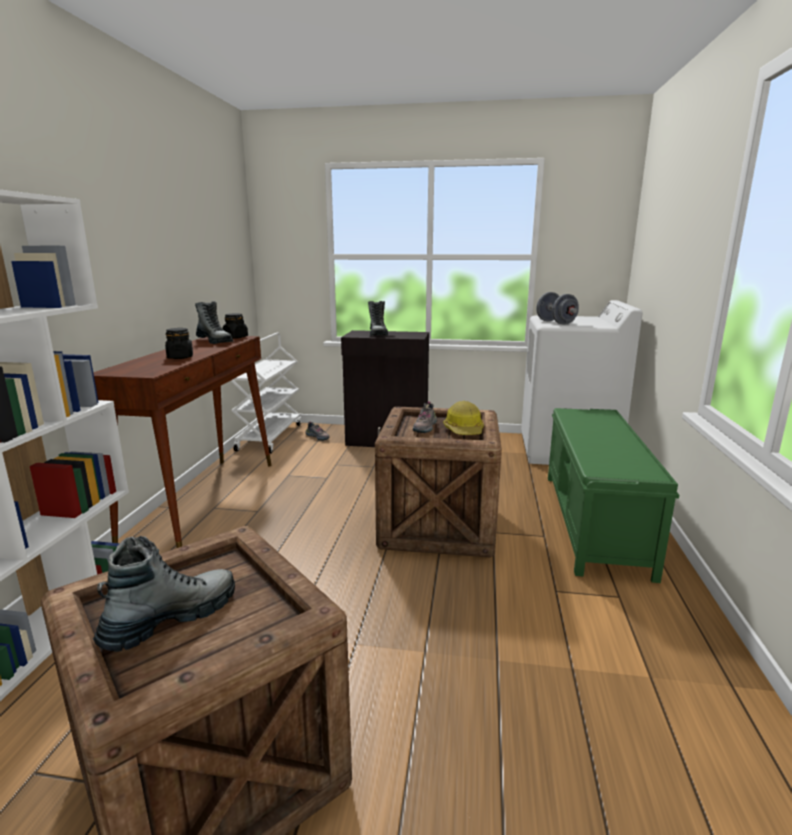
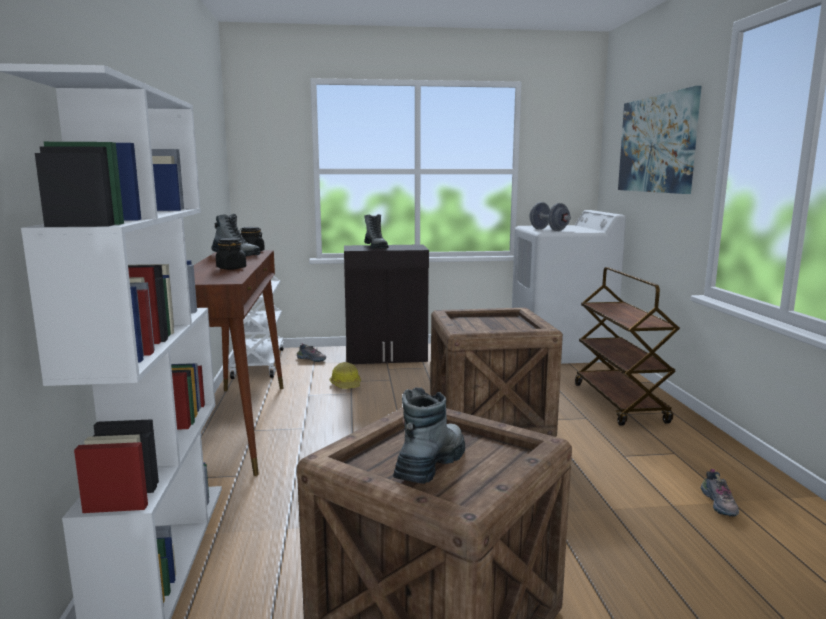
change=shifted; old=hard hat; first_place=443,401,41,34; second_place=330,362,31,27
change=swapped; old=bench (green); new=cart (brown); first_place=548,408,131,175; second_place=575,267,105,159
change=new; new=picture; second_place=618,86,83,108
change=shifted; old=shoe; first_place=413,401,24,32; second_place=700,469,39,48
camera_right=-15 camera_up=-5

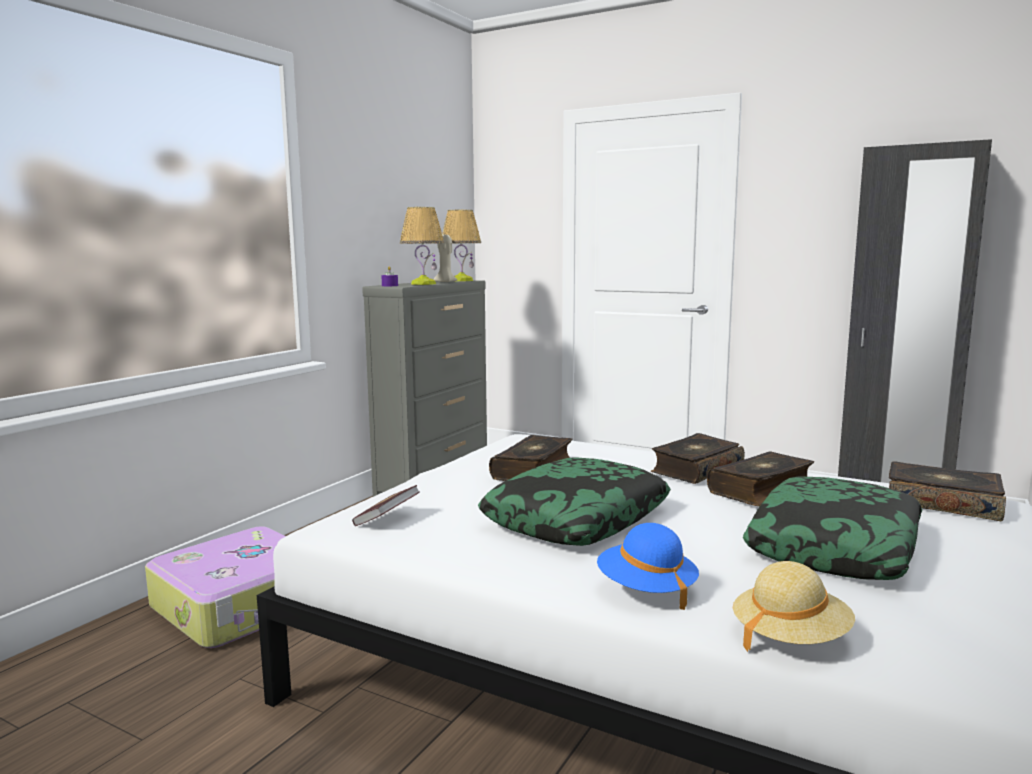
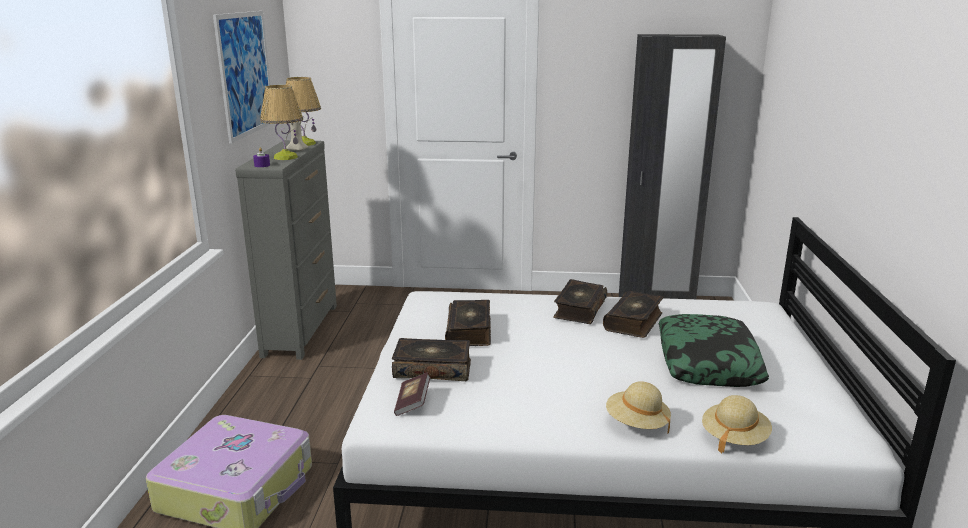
change=new; new=picture; second_place=213,11,57,133
change=shifted; old=book; first_place=889,461,117,60; second_place=392,338,79,43
change=repainted; old=hat (blue); new=hat (beige); first_place=597,523,102,87; second_place=606,381,65,53
change=gone; old=pillow; first_place=478,457,193,89
camera_right=-25 camera_up=10

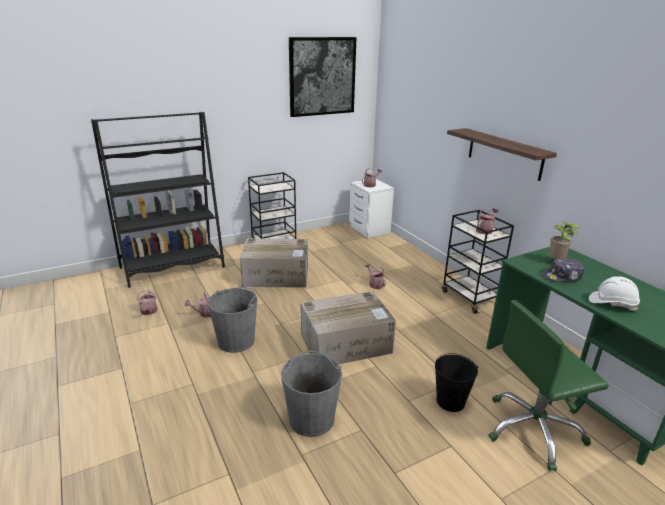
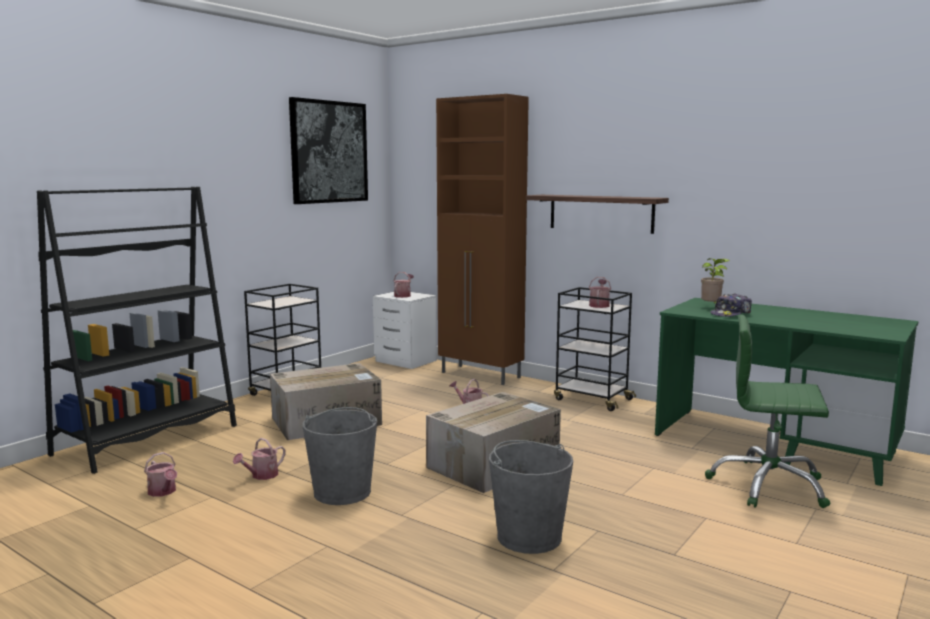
change=new; new=cabinet (brown); second_place=436,94,93,291
change=rotated; old=office chair (green); first_place=489,300,120,171; second_place=705,314,125,194; degrees=60
change=gone; old=bucket (black); first_place=435,353,43,59
change=gone; old=hard hat (white); first_place=589,276,51,35
camera_right=-25 camera_up=-15

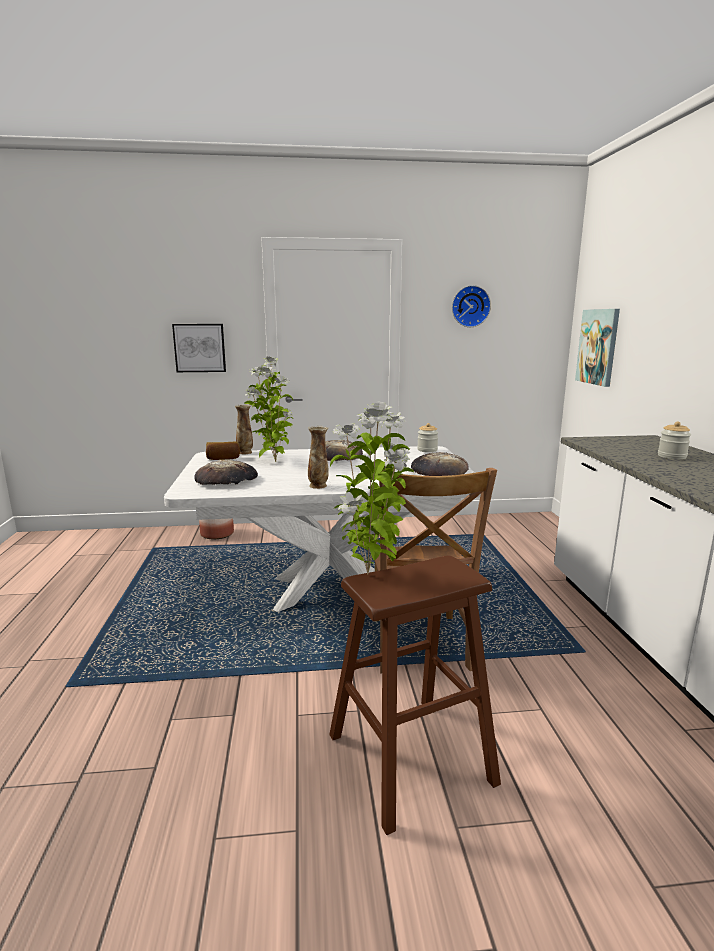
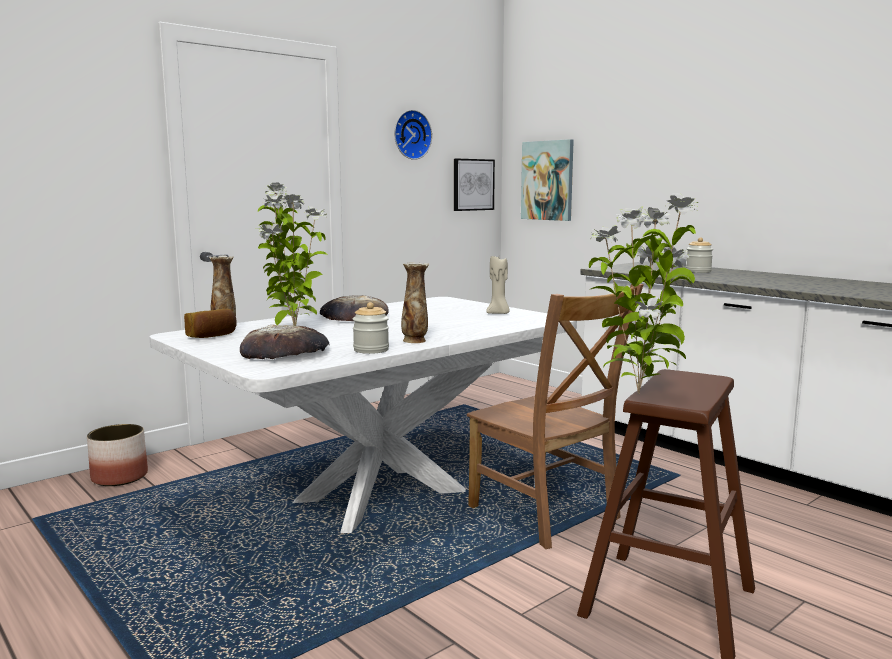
change=shifted; old=jar; first_place=417,423,21,29; second_place=353,302,36,52
change=shifted; old=picture; first_place=172,324,54,48; second_place=454,159,41,52
change=swapped; old=bread; new=candle (beige); first_place=411,452,58,24; second_place=486,256,24,58
camera_right=-35 camera_up=-5

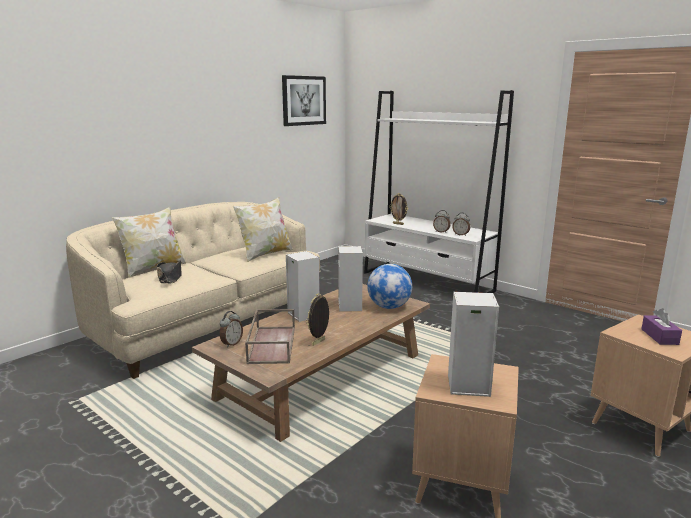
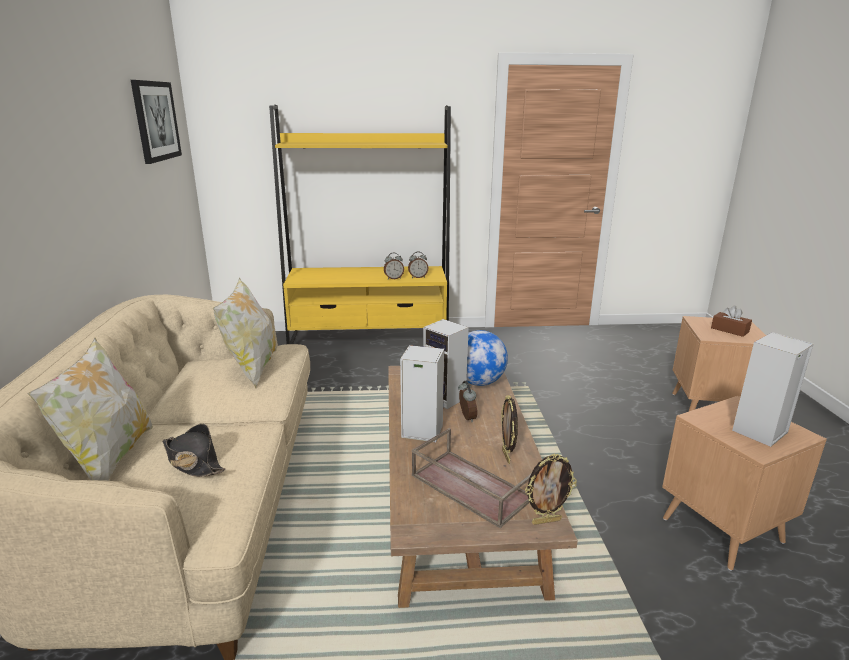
change=repainted; old=bookcase (white); new=bookcase (yellow); first_place=364,90,150,203; second_place=269,105,182,239
change=shifted; old=alarm clock; first_place=220,311,23,37; second_place=458,380,19,43
change=shifted; old=picture frame; first_place=389,193,19,32; second_place=525,453,52,72
change=repainted; old=tissue box (purple); new=tissue box (brown); first_place=641,308,41,37; second_place=711,306,41,31
camera_right=-45 camera_up=5

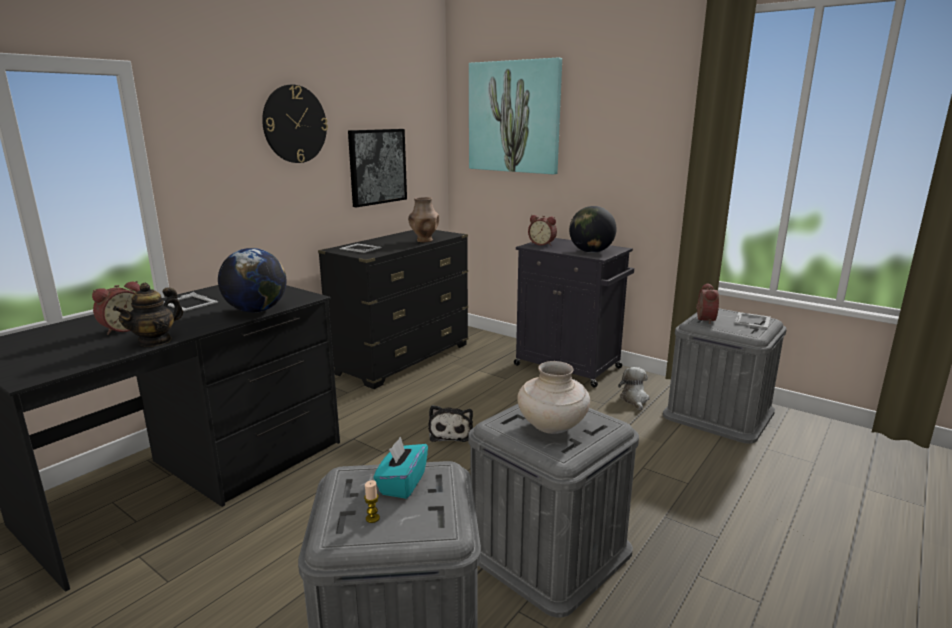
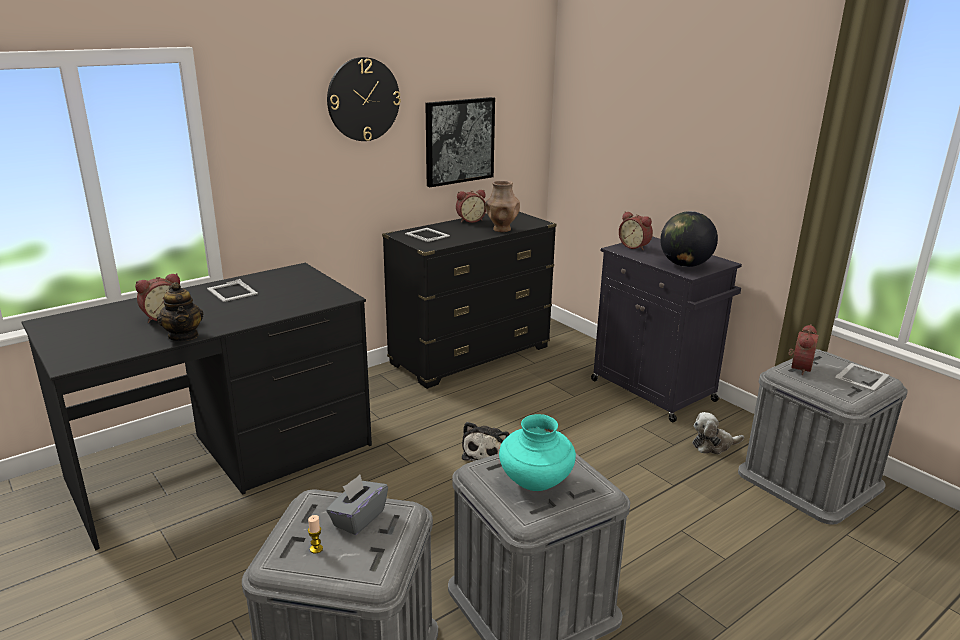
change=rotated; old=teapot; first_place=113,283,70,64; second_place=157,282,47,59; degrees=-75
change=repainted; old=tissue box (turquoise); new=tissue box (grey); first_place=374,436,54,63; second_place=326,475,62,60
change=new; new=alarm clock; second_place=456,190,30,33
change=repainted; old=vase (beige); new=vase (turquoise); first_place=517,361,73,73; second_place=499,414,77,77
change=rotated; old=plush toy; first_place=618,367,31,44; second_place=692,412,52,43; degrees=-120
change=gone; old=globe; first_place=218,248,69,65
change=gone; old=picture; first_place=469,58,93,117
camera_right=15 camera_up=5

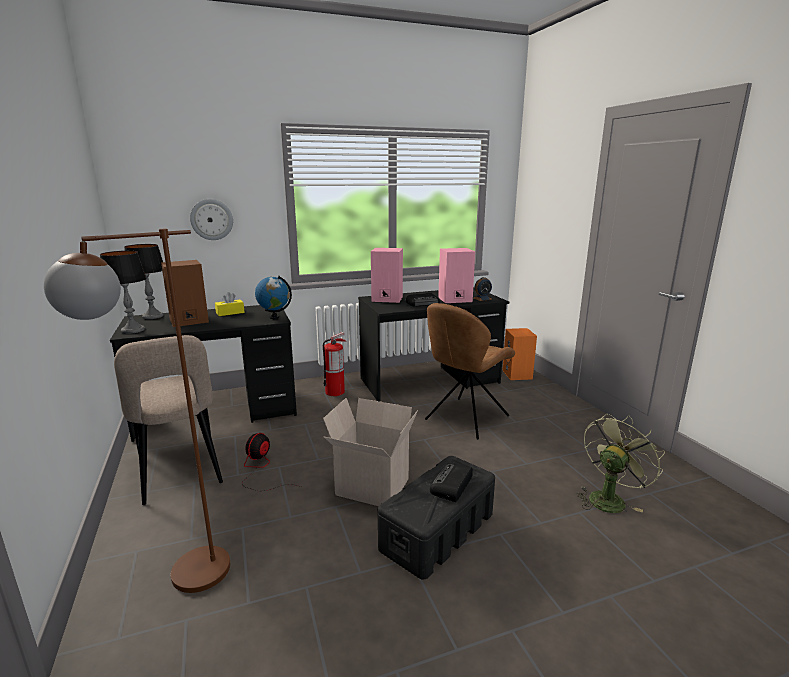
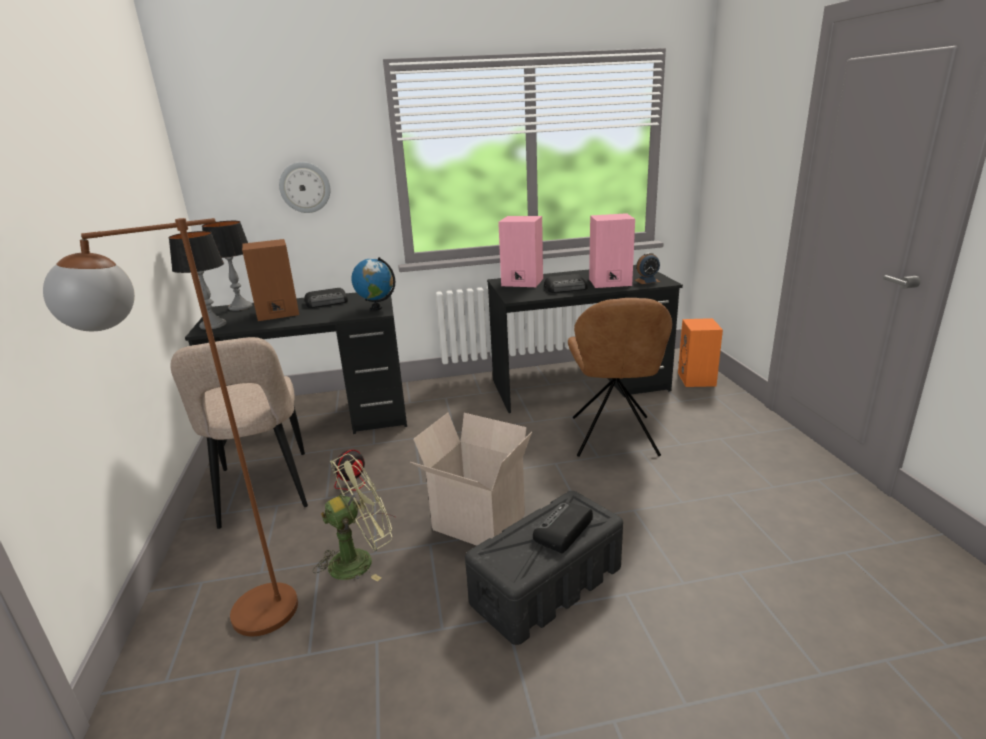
change=swapped; old=tissue box (yellow); new=radio; first_place=215,292,30,24; second_place=304,288,44,20
change=shifted; old=fan (green); first_place=576,414,89,99; second_place=313,454,79,128
change=rotated; old=chair (brown); first_place=425,303,90,137; second_place=568,298,104,159; degrees=-45
change=gone; old=fire extinguisher; first_place=323,332,23,64
camera_right=10 camera_up=5

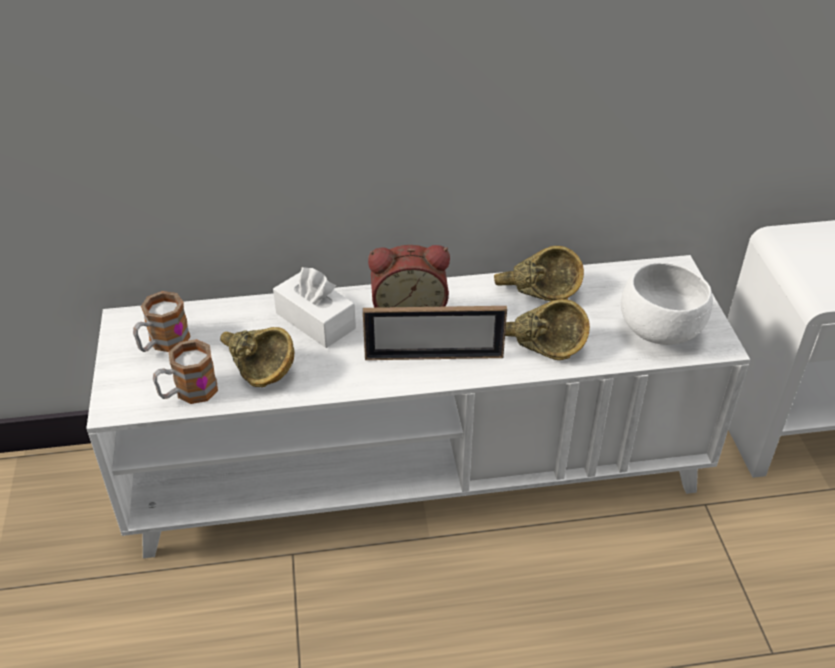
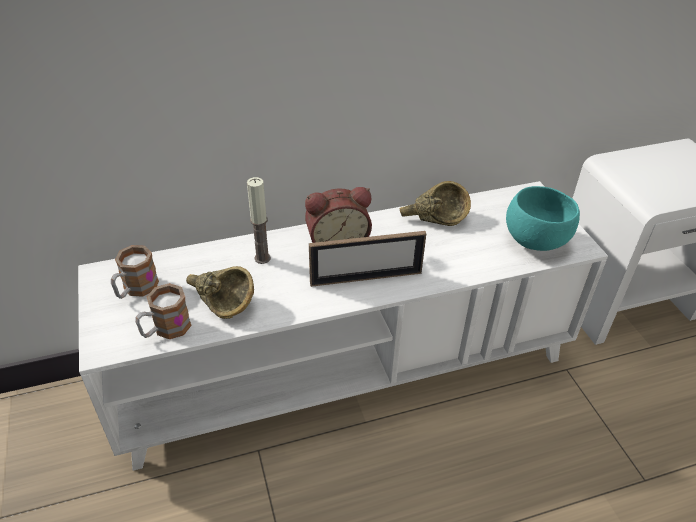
change=swapped; old=tissue box (white); new=candle; first_place=273,267,83,81; second_place=247,177,24,87
change=repainted; old=bowl (white); new=bowl (turquoise); first_place=621,262,92,83; second_place=506,186,74,65
change=gone; old=bowl (brown); first_place=505,299,85,61
camera_right=-10 camera_up=0

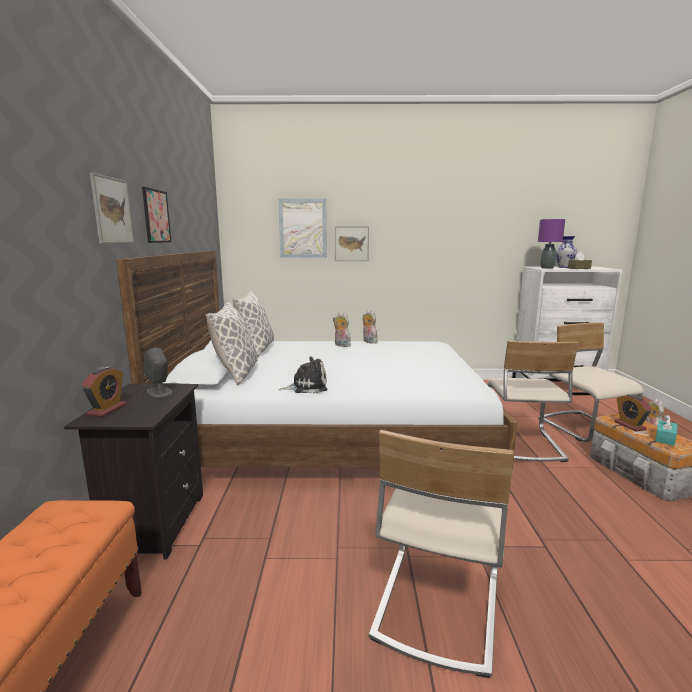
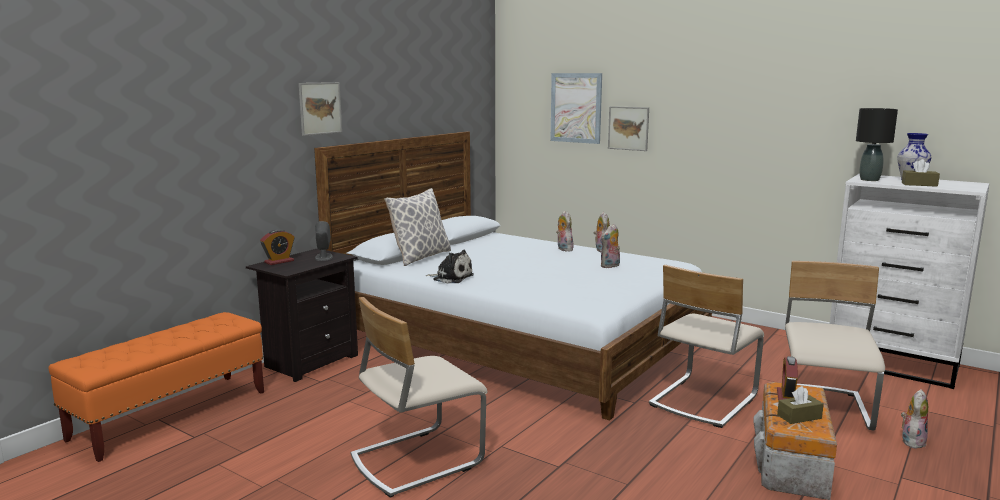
change=new; new=plush toy; second_place=601,224,19,44
change=repainted; old=tissue box (turquoise); new=tissue box (brown); first_place=655,415,23,31; second_place=777,386,47,38
change=repainted; old=table lamp (purple); new=table lamp (black); first_place=538,219,27,50; second_place=856,108,42,73
change=gone; old=picture; first_place=142,187,29,56
change=gone; old=pillow; first_place=232,291,42,66
camera_right=35 camera_up=0

